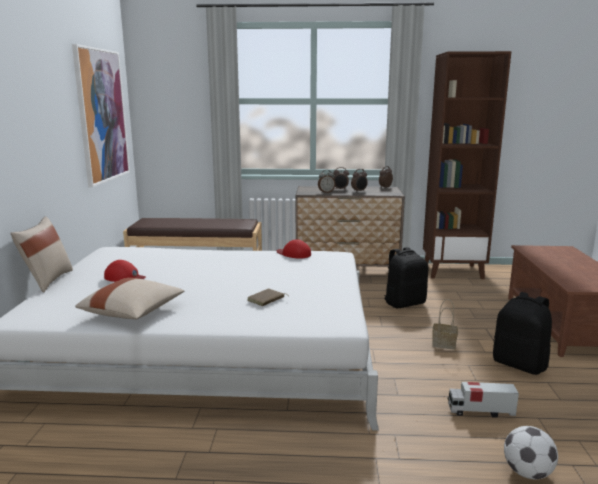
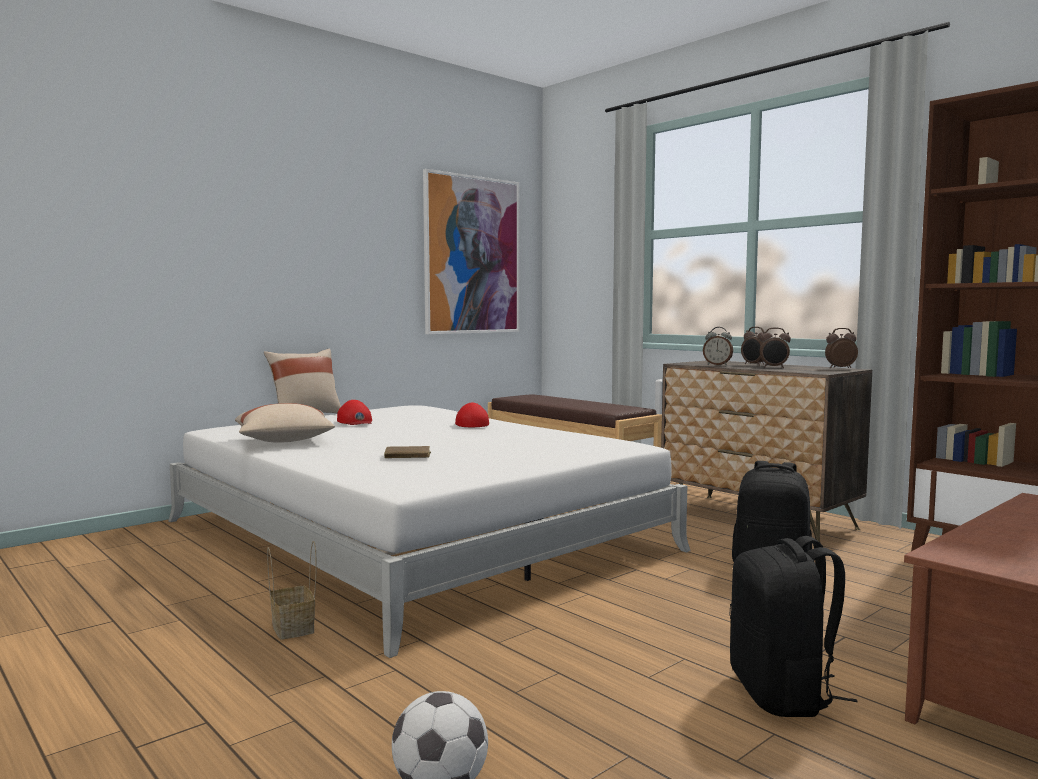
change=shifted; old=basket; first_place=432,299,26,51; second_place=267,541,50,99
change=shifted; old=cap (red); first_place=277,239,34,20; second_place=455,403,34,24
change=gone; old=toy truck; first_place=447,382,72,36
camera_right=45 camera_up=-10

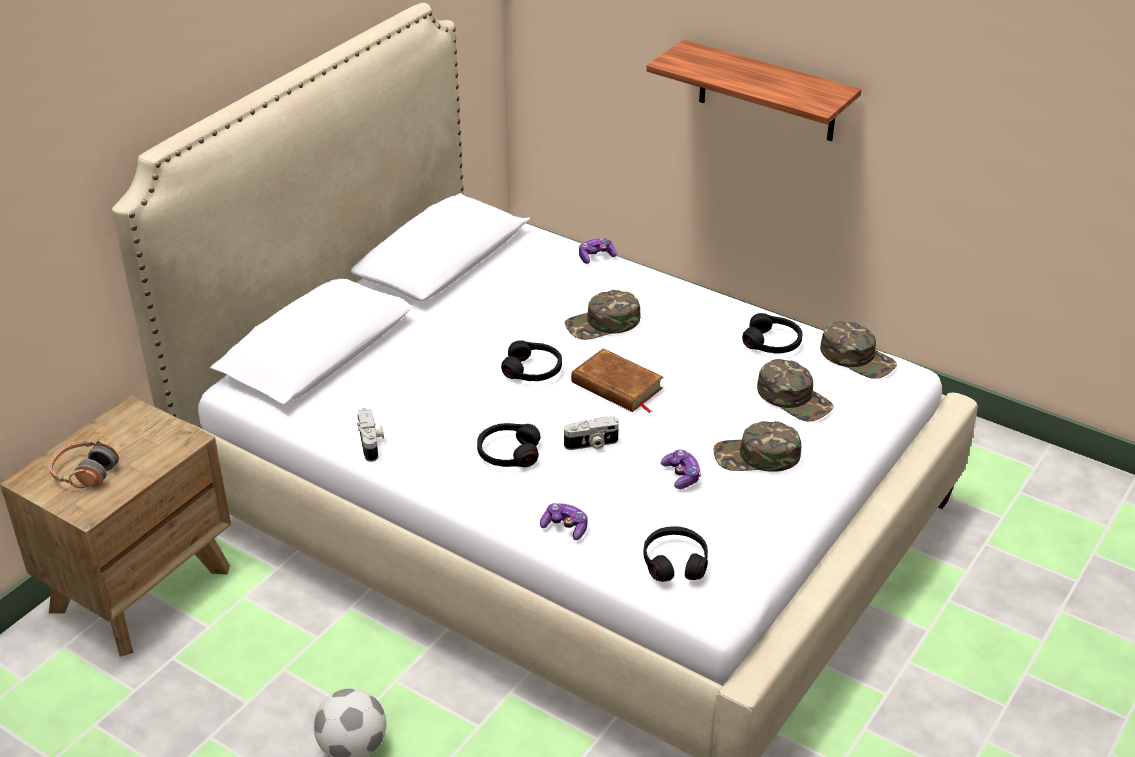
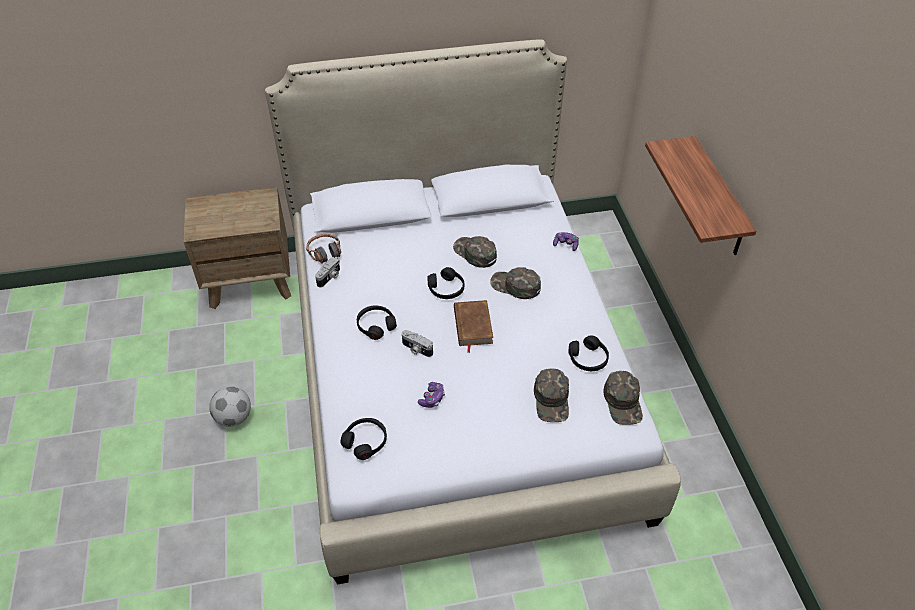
change=shifted; old=headphones; first_place=49,440,70,48; second_place=306,234,35,30
change=shifted; old=cap (green); first_place=713,421,88,51; second_place=453,236,44,32
change=gone; old=game controller; first_place=540,503,48,37
camera_right=45 camera_up=10

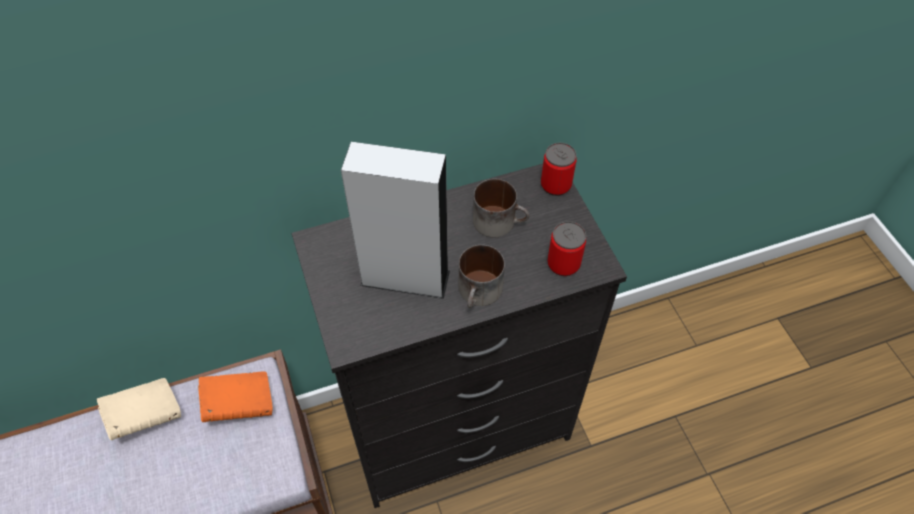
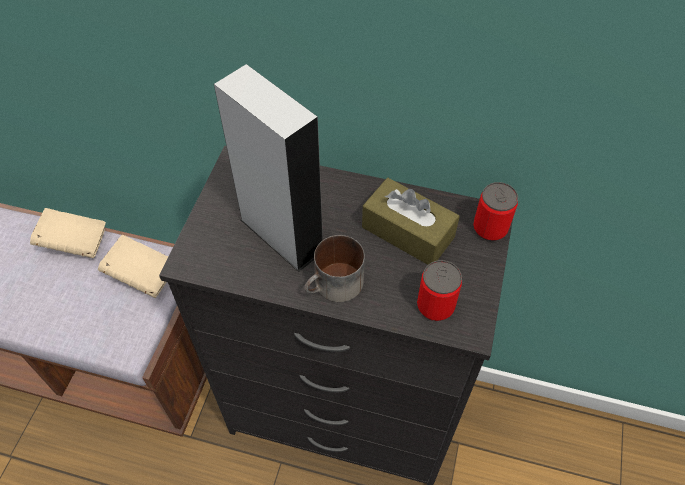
change=repainted; old=book (orange); new=book (beige); first_place=198,371,75,51; second_place=98,235,70,63
change=swapped; old=mug; new=tissue box (brown); first_place=473,179,56,58; second_place=362,178,98,87
camera_right=35 camera_up=0

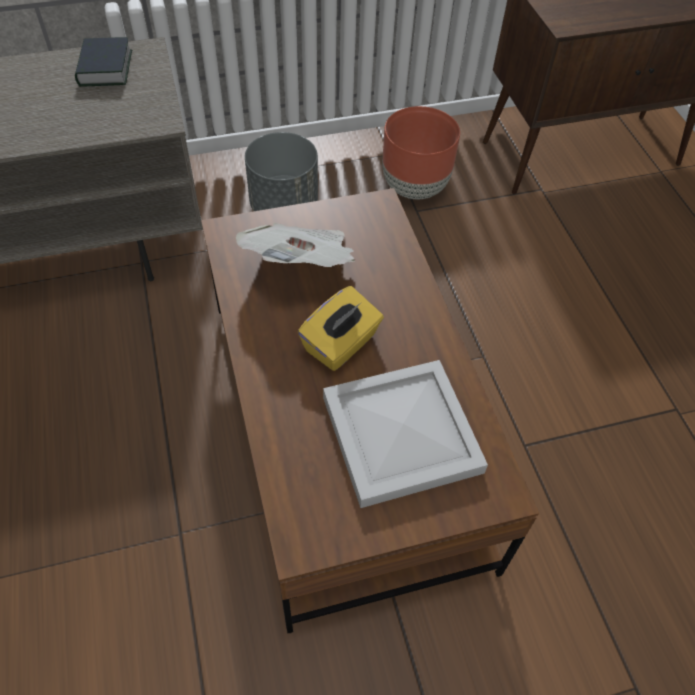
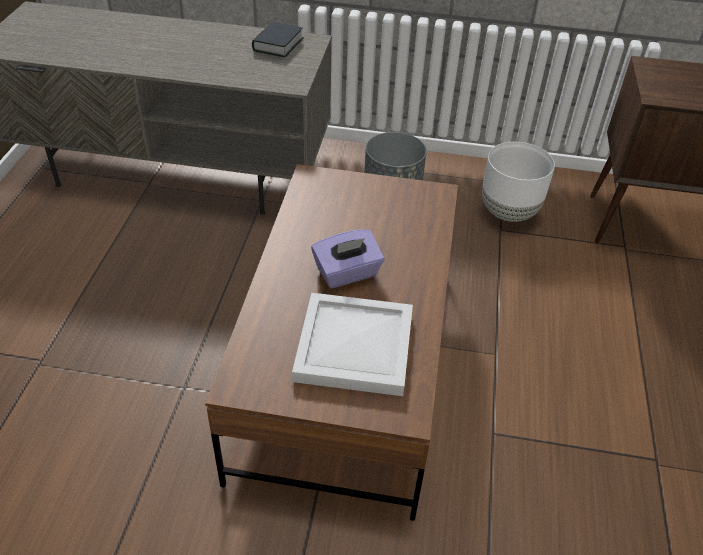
change=repainted; old=tissue box (yellow); new=tissue box (purple); first_place=298,286,86,85; second_place=311,229,74,59
change=repainted; old=planter (brown); new=planter (white); first_place=382,106,78,93; second_place=482,142,73,80
change=gone; old=newspaper; first_place=236,223,119,44
camera_right=25 camera_up=-10

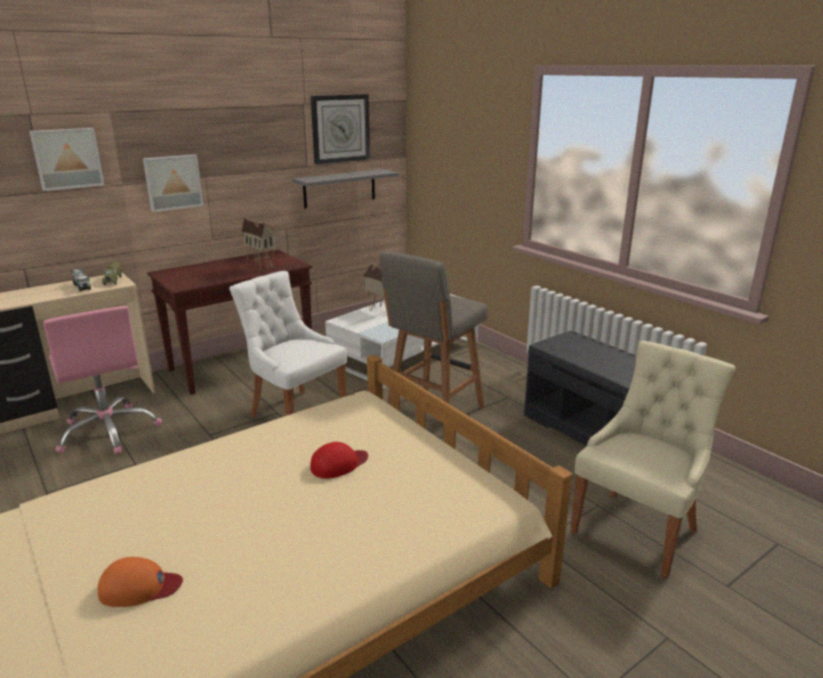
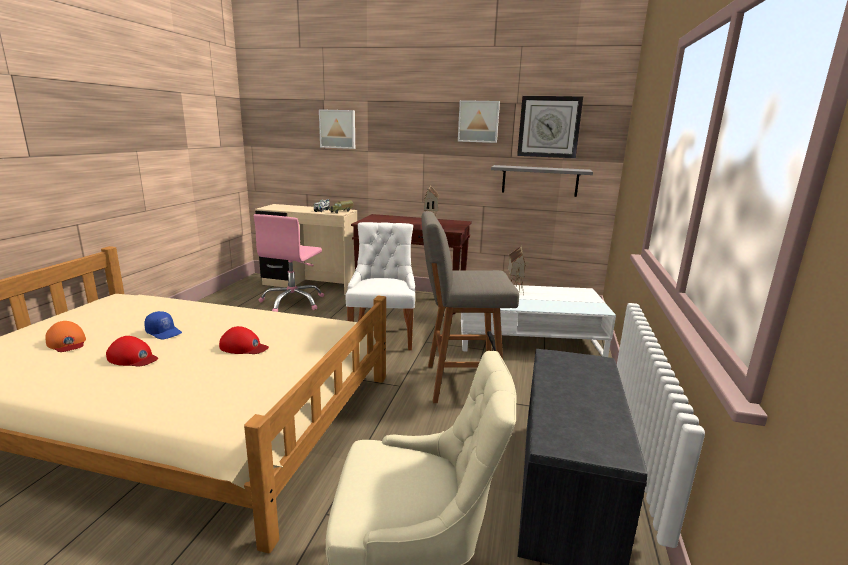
change=new; new=cap (red); second_place=106,336,52,31
change=new; new=cap (blue); second_place=144,311,38,29
change=shifted; old=picture; first_place=143,154,61,58; second_place=458,100,42,43
camera_right=50 camera_up=-5

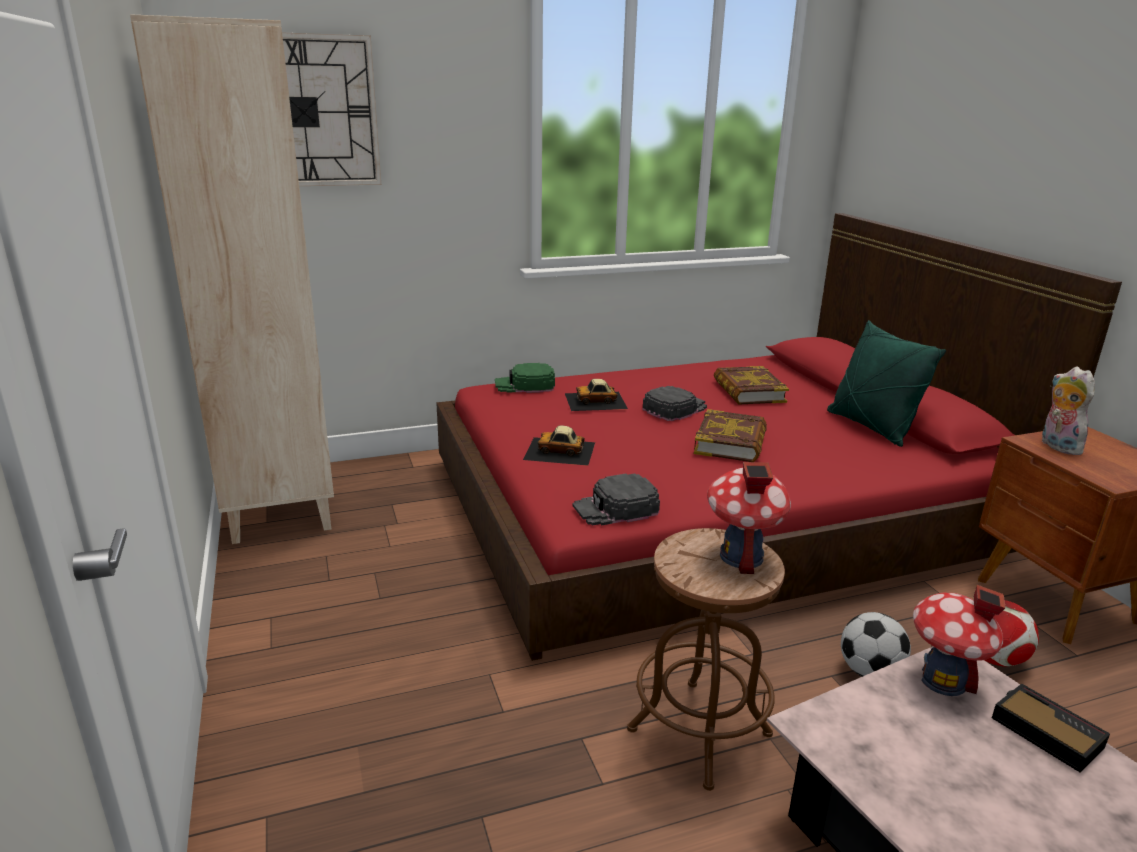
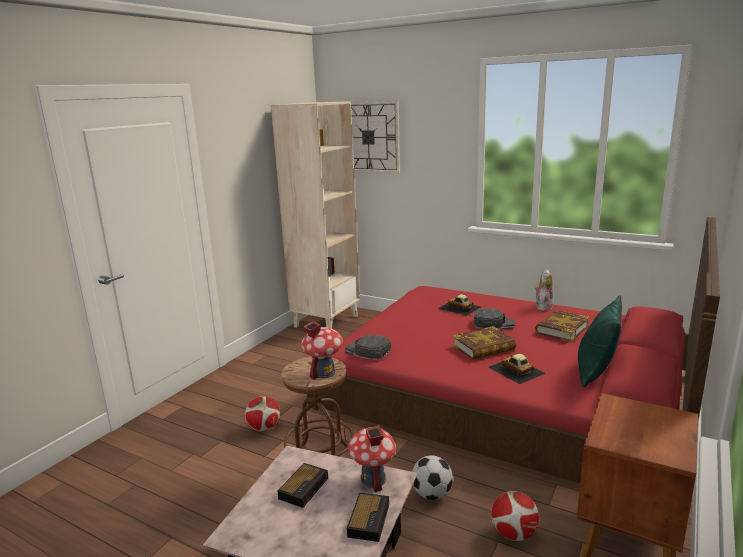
change=new; new=football; second_place=245,396,35,35
change=new; new=alarm clock; second_place=278,463,50,45
change=shifted; old=toy car; first_place=523,425,72,41; second_place=488,354,58,30
change=shifted; old=plush toy; first_place=1042,366,53,89; second_place=535,269,18,42
change=gone; old=cap (green); first_place=495,363,60,30
camera_right=50 camera_up=-5

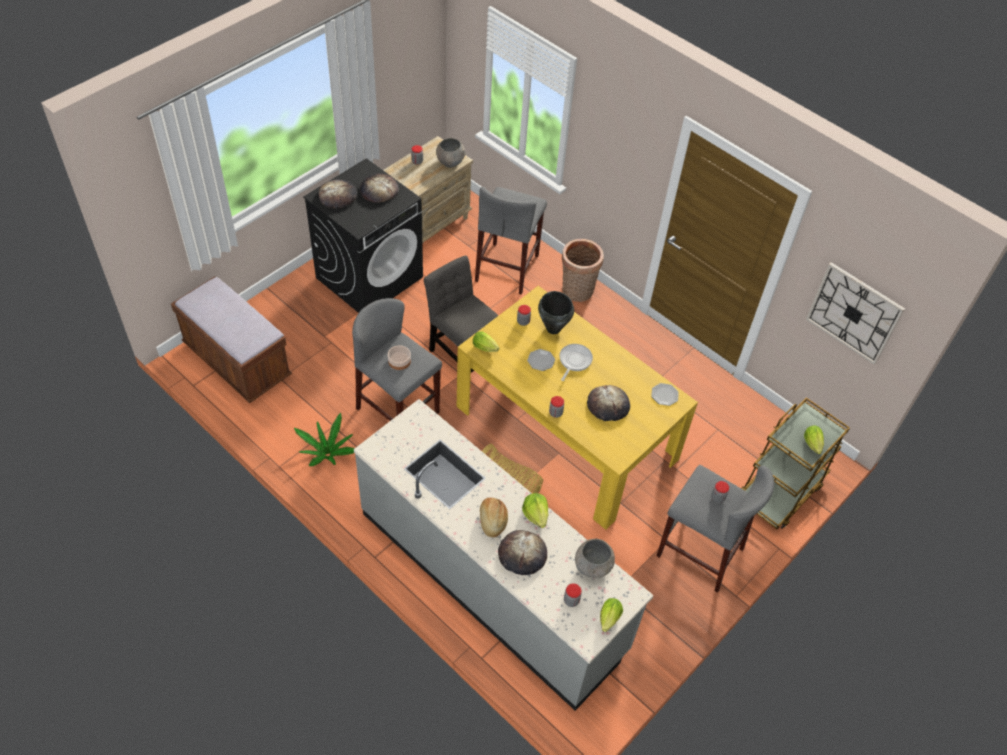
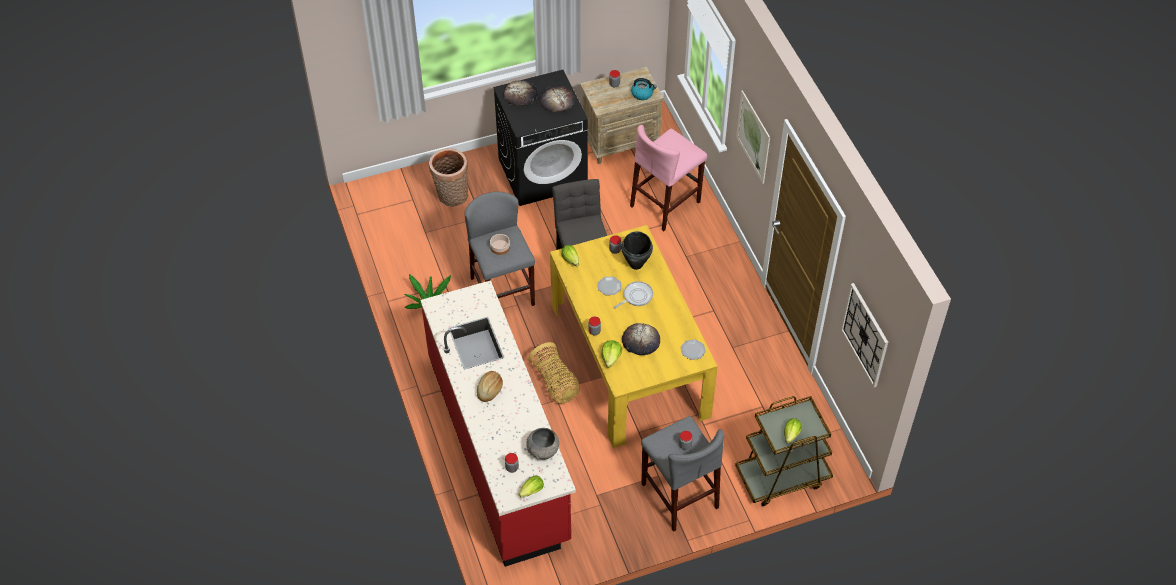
change=repainted; old=counter (grey); new=counter (red); first_place=354,399,300,312; second_place=420,280,156,287
change=shifted; old=basket; first_place=562,239,42,63; second_place=429,148,39,59
change=shifted; old=lettuce; first_place=522,493,26,35; second_place=601,340,21,28
change=repainted; old=stool (grey); new=stool (pink); first_place=475,187,72,108; second_place=630,125,77,107
change=swapped; old=bowl (grey); new=kettle; first_place=436,138,30,30; second_place=631,78,26,22
change=new; new=picture; second_place=736,90,34,94
change=gone; old=bench (brown); first_place=171,276,121,127
change=gone; old=bread; first_place=498,530,49,45
camera_right=30 camera_up=0

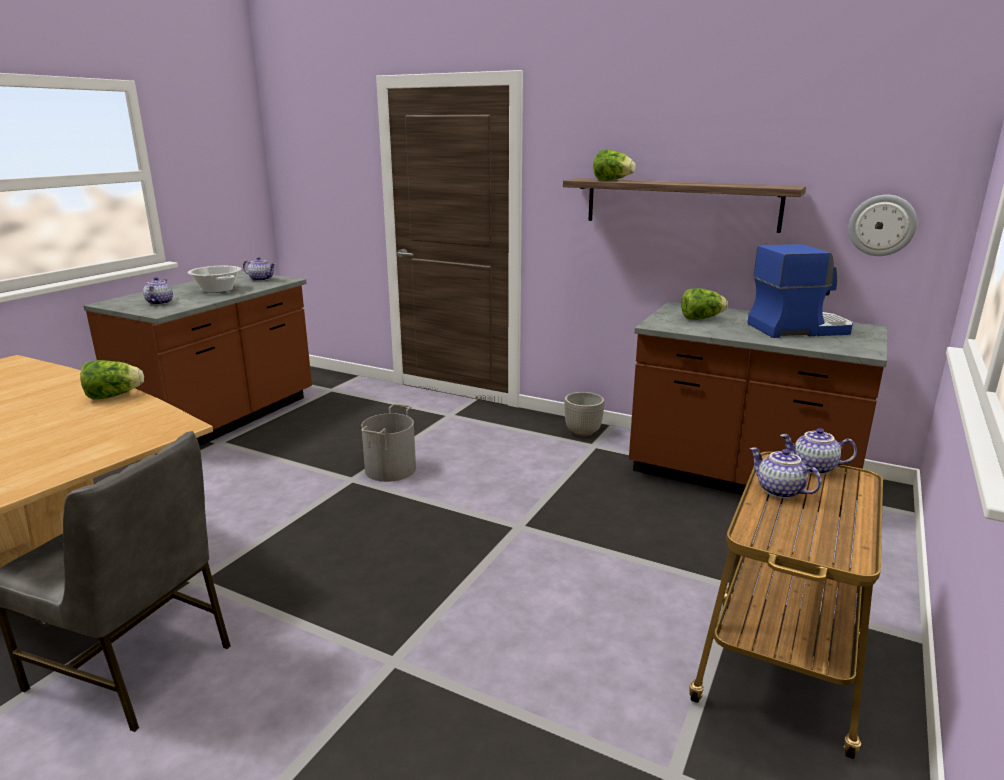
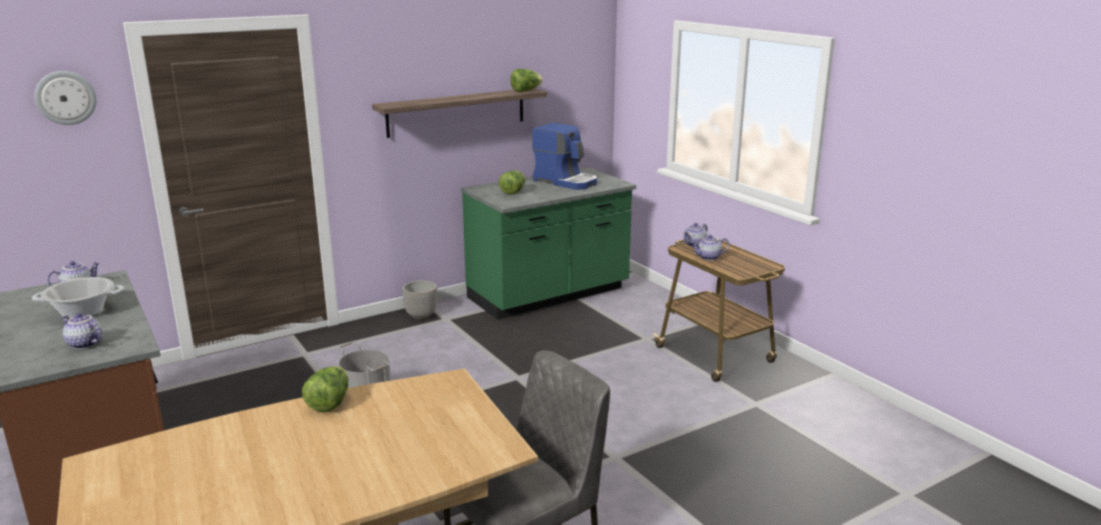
change=shifted; old=wall clock; first_place=848,195,69,61; second_place=34,71,63,54
change=repainted; old=counter (brown); new=counter (green); first_place=629,302,259,215; second_place=461,167,175,153
change=shifted; old=lettuce; first_place=593,150,43,31; second_place=510,69,33,23
change=rotated; old=coffee machine; first_place=748,244,105,94; second_place=532,123,65,67; degrees=105
camera_right=-60 camera_up=0

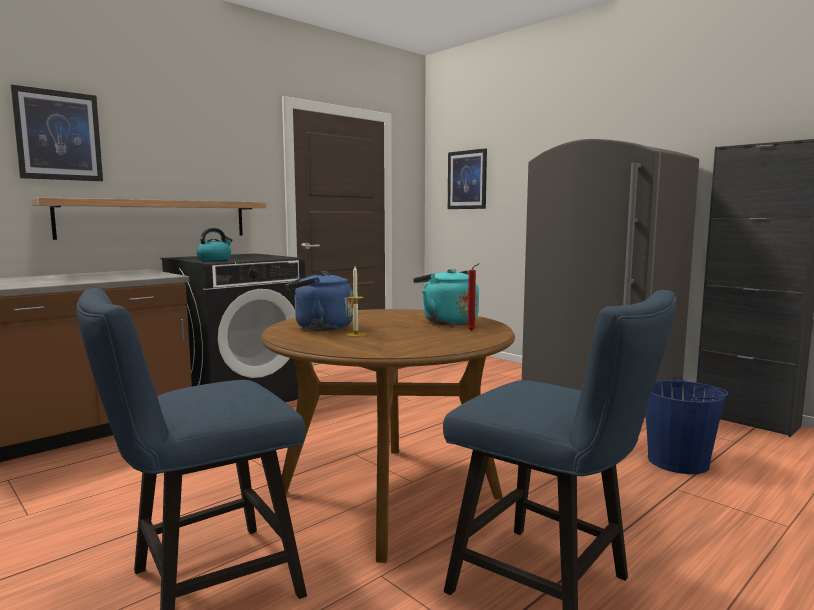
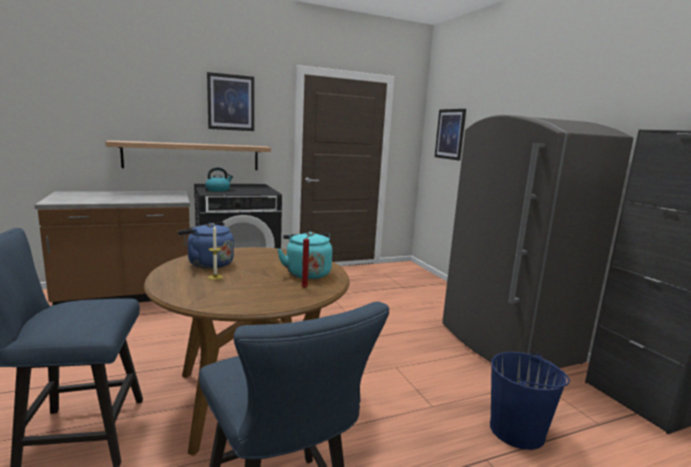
change=shifted; old=picture; first_place=11,85,92,96; second_place=207,72,47,59
camera_right=20 camera_up=5

